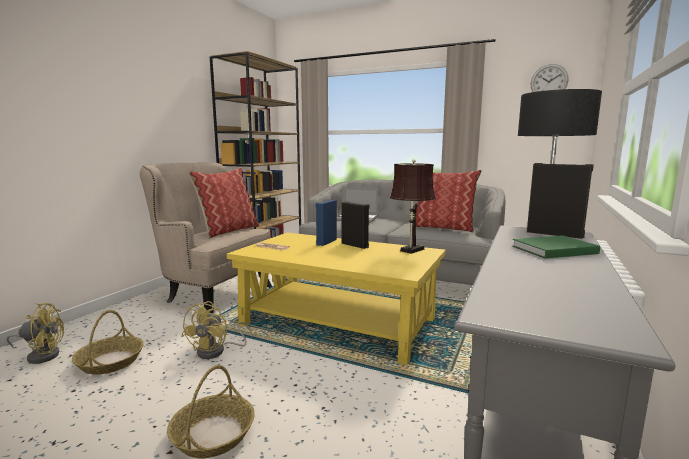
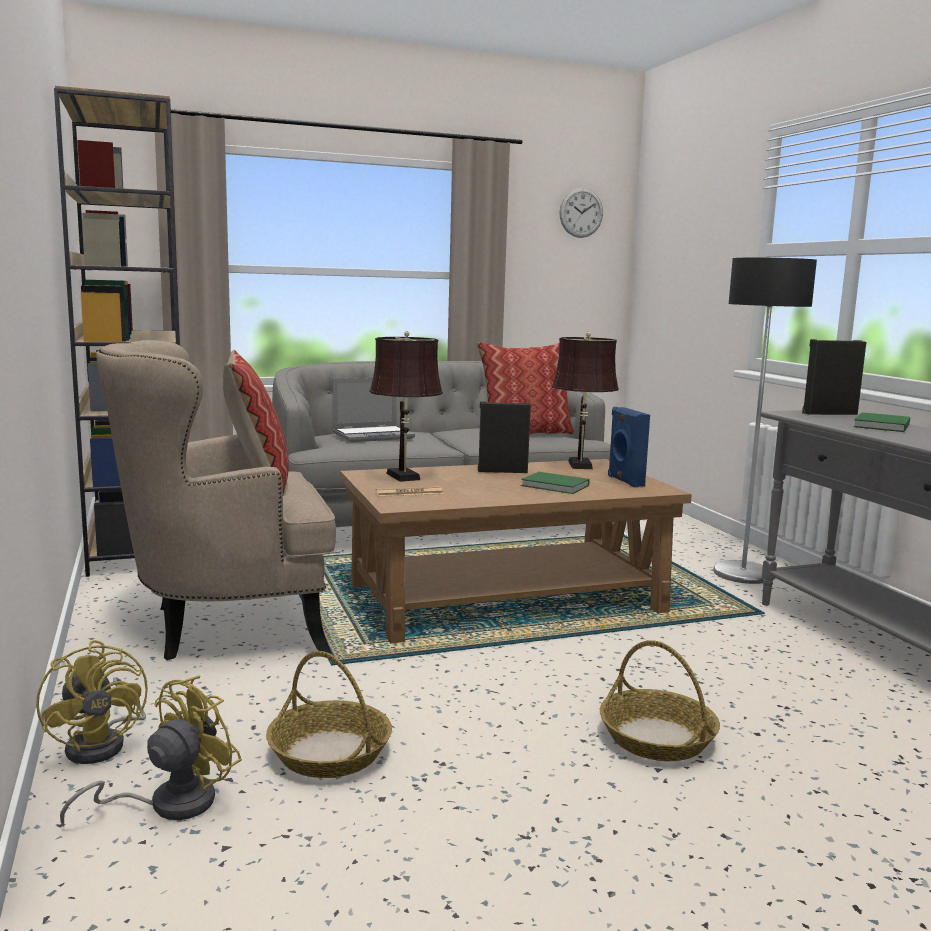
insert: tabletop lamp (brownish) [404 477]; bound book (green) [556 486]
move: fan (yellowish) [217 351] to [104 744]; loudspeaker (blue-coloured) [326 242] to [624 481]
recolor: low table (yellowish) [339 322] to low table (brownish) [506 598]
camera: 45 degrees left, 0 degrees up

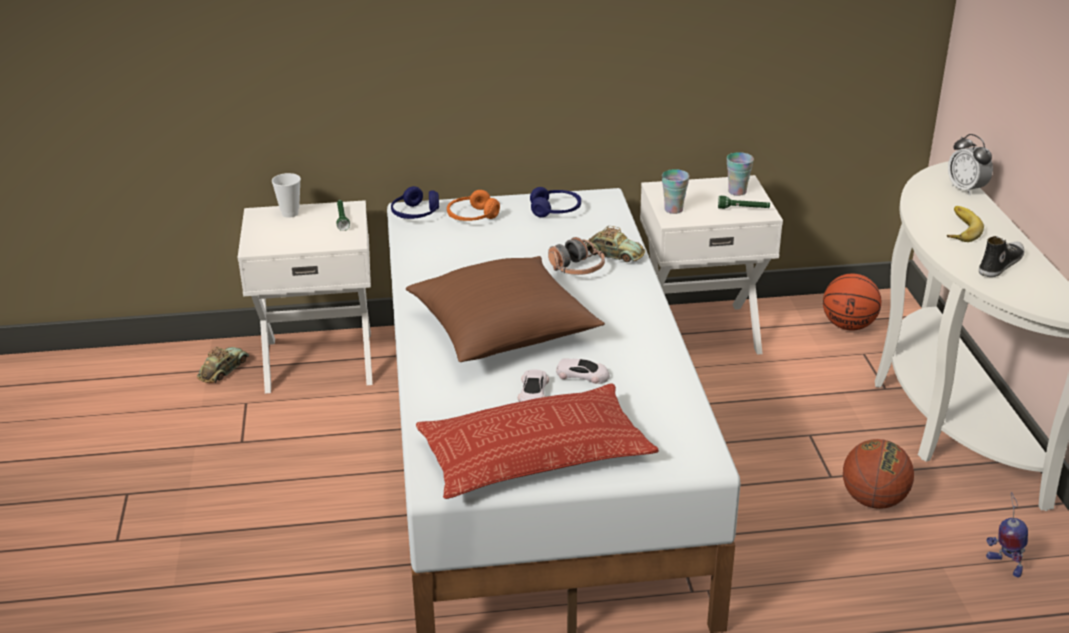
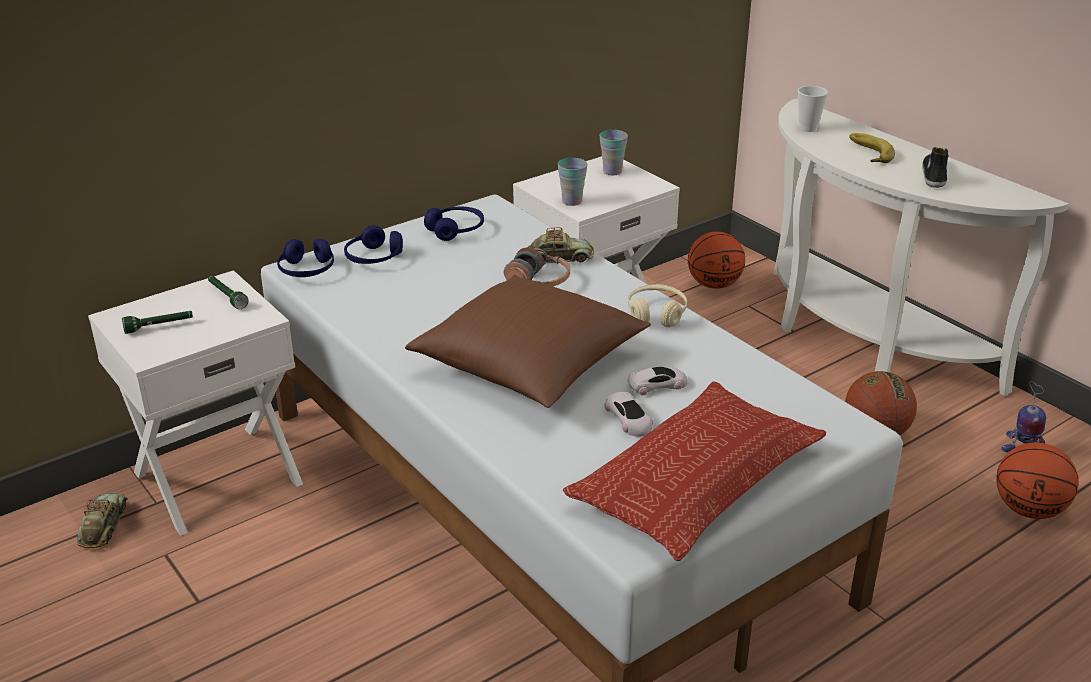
delete: alarm clock [966 189]
insert: pair of headphones (beige) [656 314]; basketball ball [1028 509]
move: drinking cup [290 213] to [808 128]; flashlight (green) [743 209] to [159 327]
recolor: pair of headphones (orange) [472 217] to pair of headphones (blue-coloured) [374 258]
camera: 30 degrees left, 0 degrees up

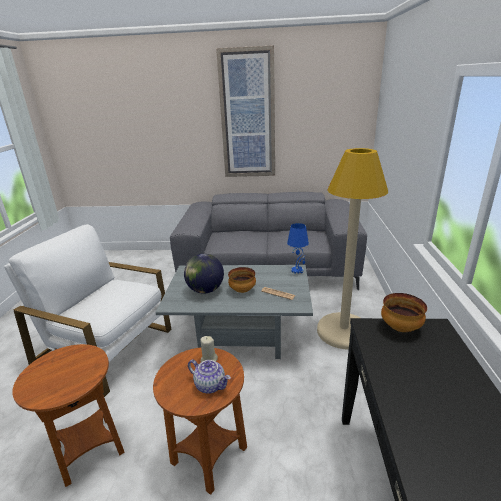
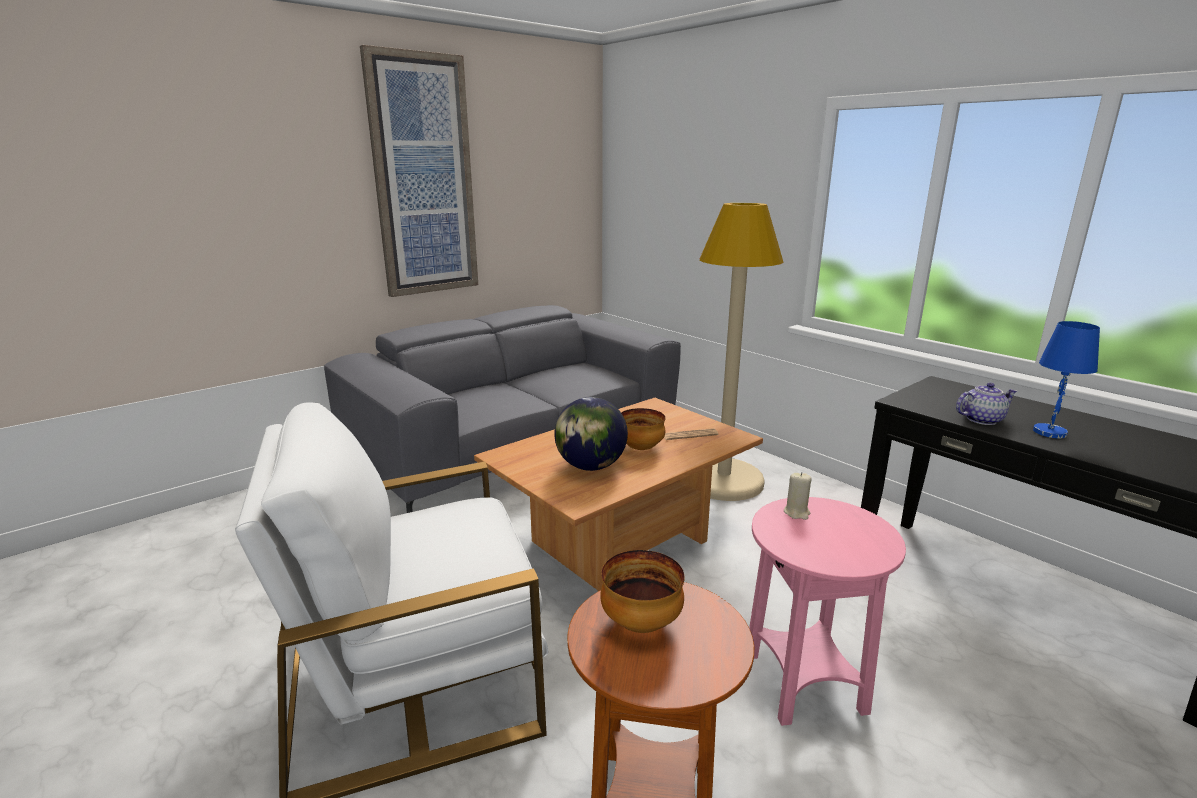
move: teapot [210 385] to [981 419]; tabletop lamp (blue-coloured) [297 270] to [1049 432]; bowl [400 328] to [641 624]
recolor: accent table (brownish) [209 456] to accent table (pink) [804 684]; low table (greyish) [241 338] to low table (brownish) [621 544]
camera: 45 degrees left, 5 degrees down

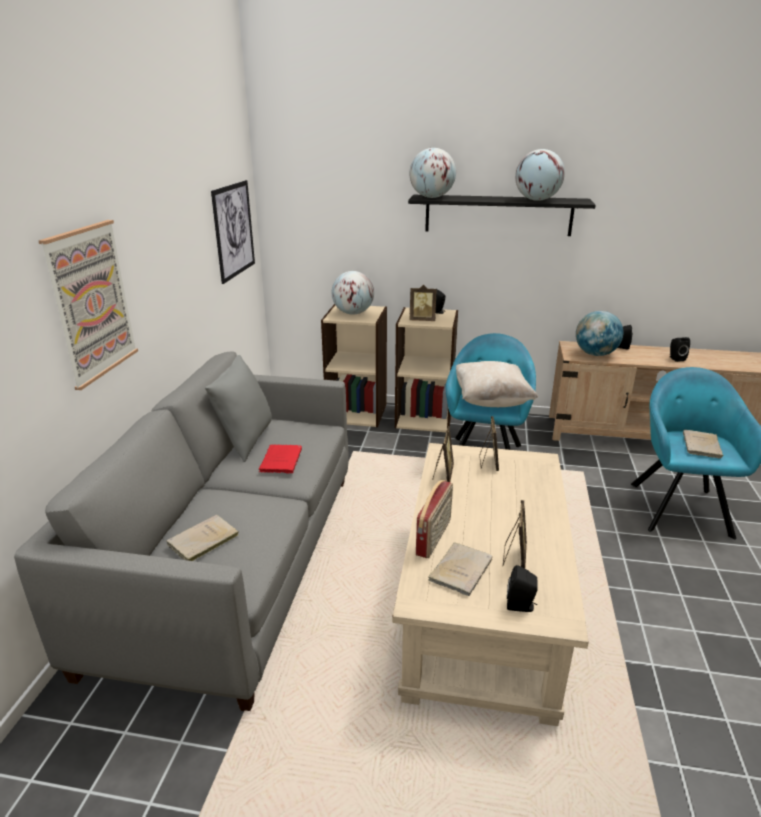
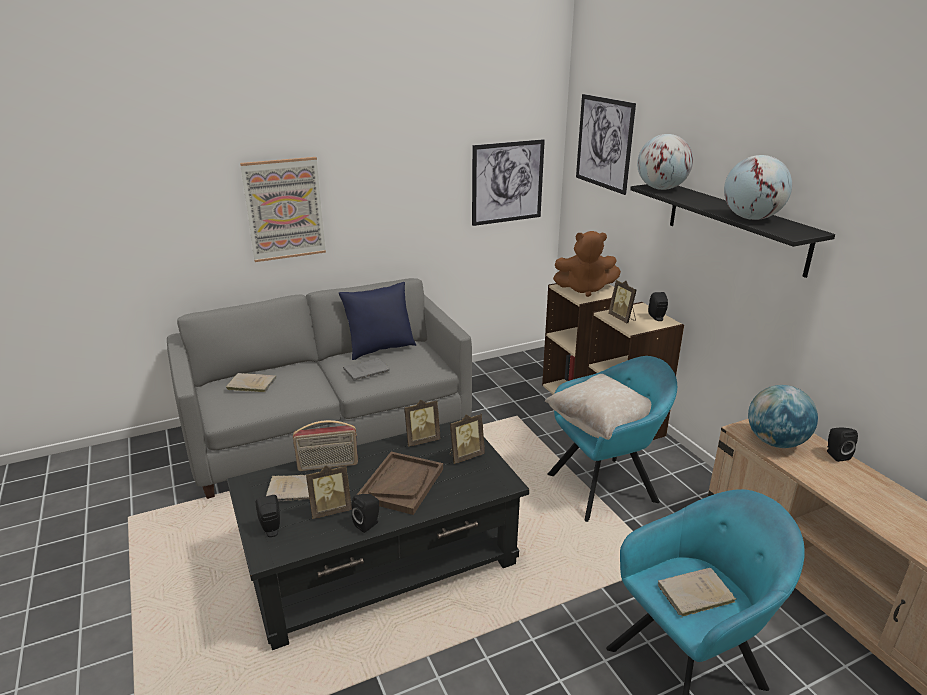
insert: serving tray (brownish) [401 484]; wall art [604 143]
move: loudspeaker (black) [675 358] to [368 524]
replace: world globe [353 313] to cuddly toy (brownish) [585 289]
recolor: throw pillow (greyish) [245 440] to throw pillow (blue-coloured) [380 349]; bound book (red-coloured) [281 460] to bound book (greyish) [367 370]; low table (beige) [482 603] to low table (black) [382 561]
camera: 55 degrees right, 0 degrees up

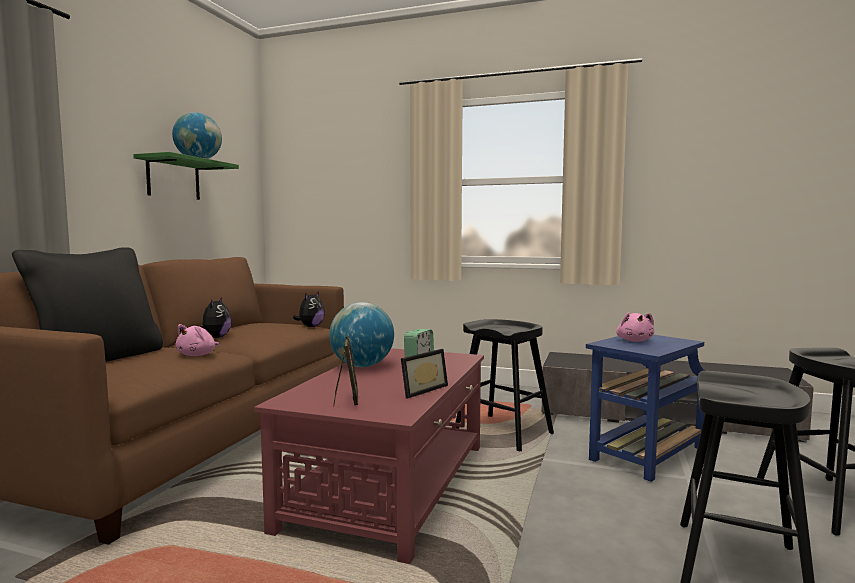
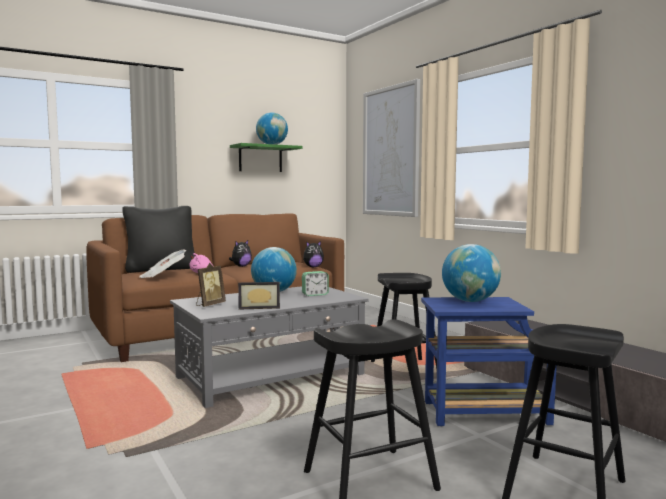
insert: printed paper [163 276]; wall art [390 151]
replace: cuddly toy (pink) [634 340] to world globe [470 301]
recolor: low table (red-coloured) [391 484] to low table (greyish) [271 376]
camera: 40 degrees right, 0 degrees up

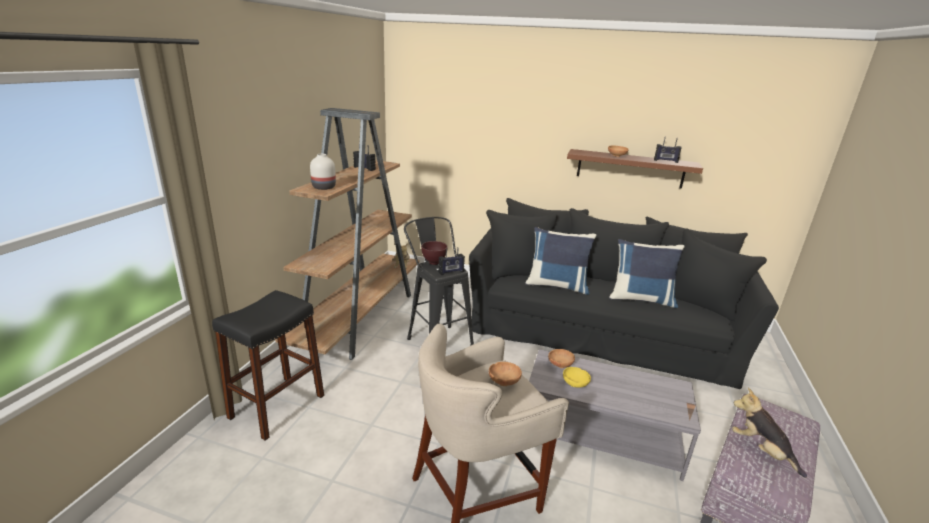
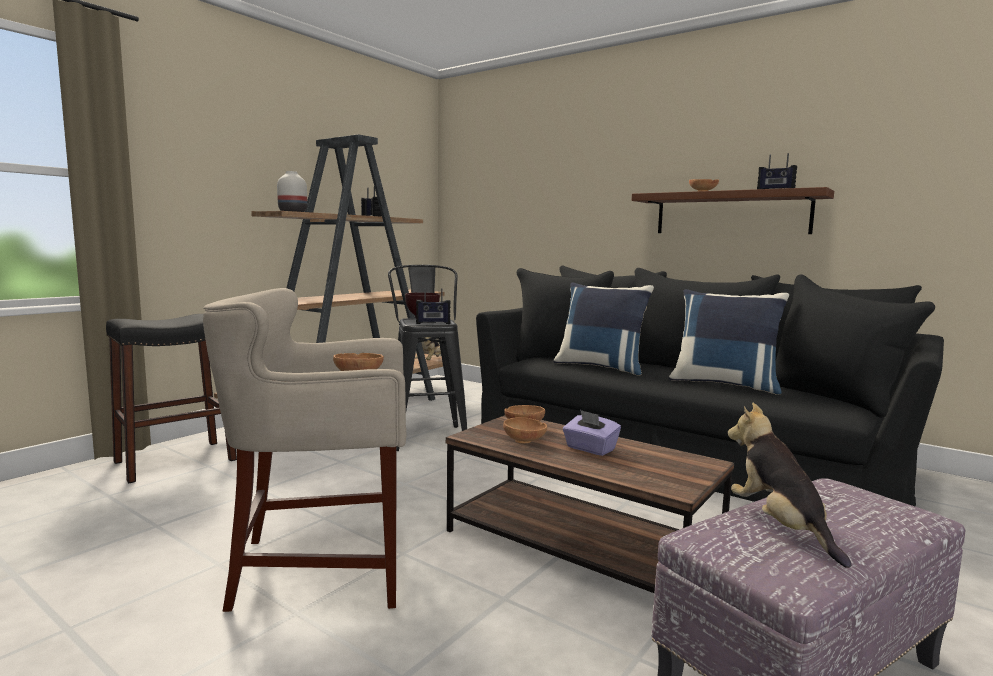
insert: tissue box (purple) [590 449]
recolor: low table (greyish) [601 433] to low table (brownish) [580 547]; bowl (yellowish) [575 384] to bowl (brownish) [525 442]
camera: 20 degrees right, 15 degrees down

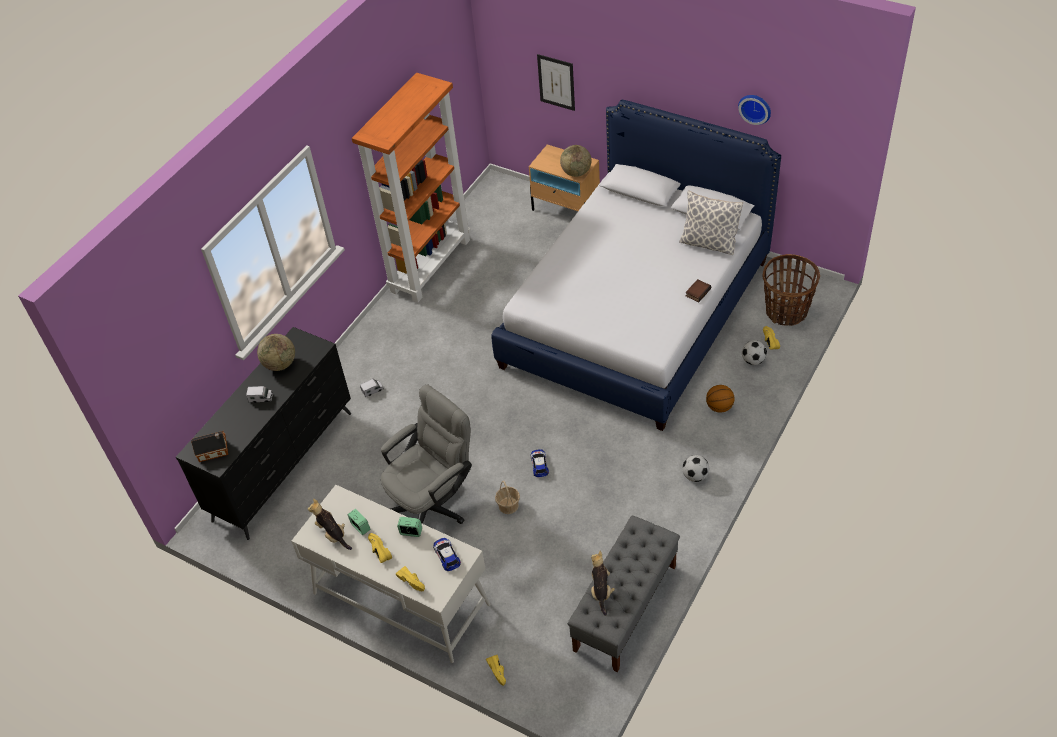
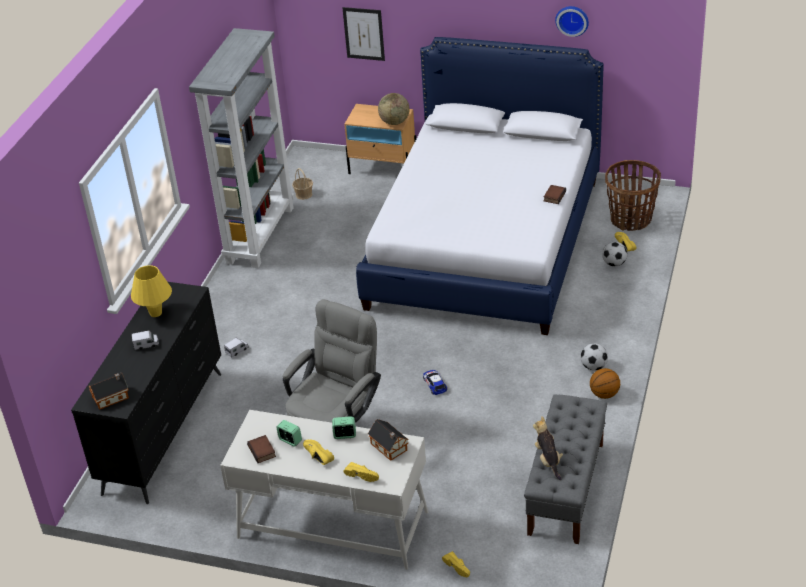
delete: throw pillow [709 243]
move: household basket [508 505] to [304 194]; basketball ball [719 407] to [604 394]
replace: world globe [280 364] to tabletop lamp (yellowish) [156 313]; cuddly toy [333 534] to bound book [263 451]; miniature car [447 556] to miniature house [389 448]
recolor: bookcase (orange) [430 265] to bookcase (greyish) [259 234]
camera: 15 degrees left, 10 degrees down

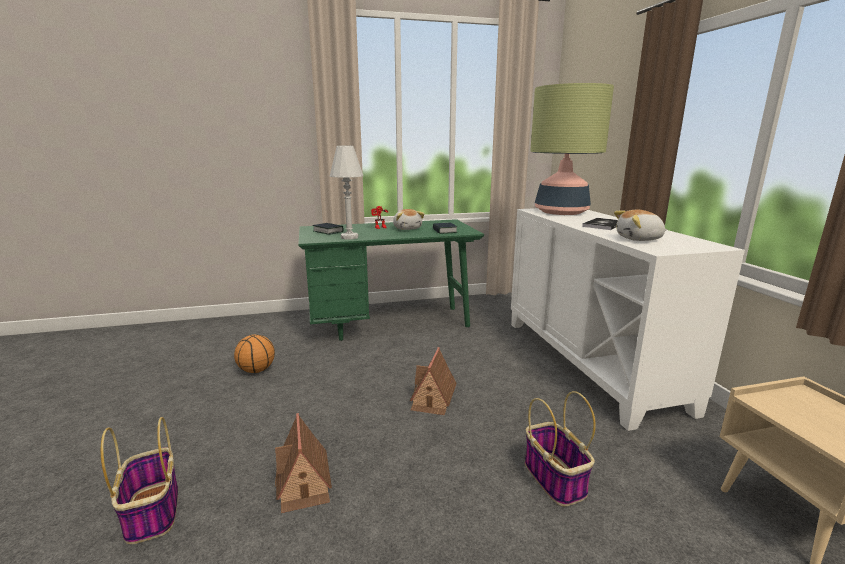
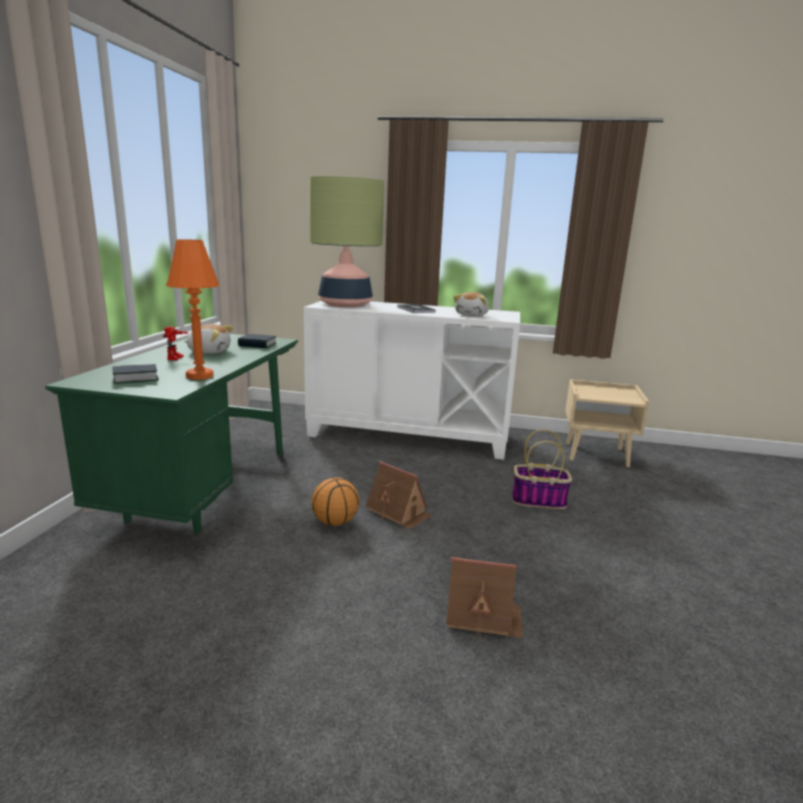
delete: household basket [152 511]
move: basketball ball [256 370] to [335 522]
recolor: tabletop lamp (white) [349 237] to tabletop lamp (orange) [199 376]
camera: 65 degrees left, 0 degrees up

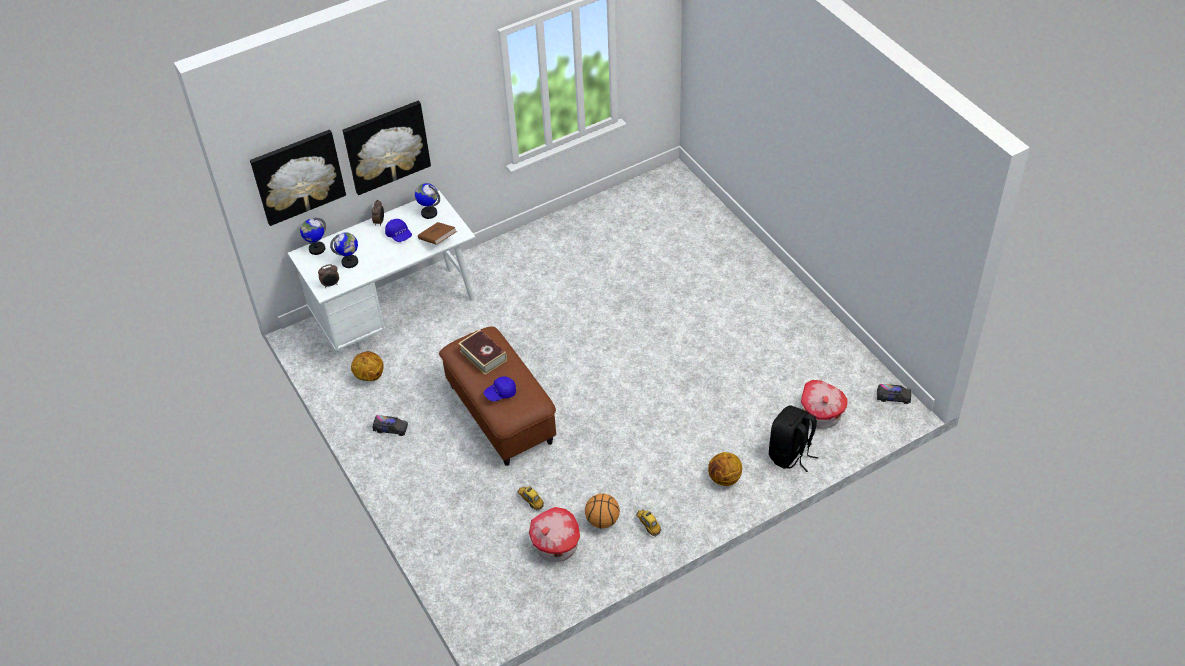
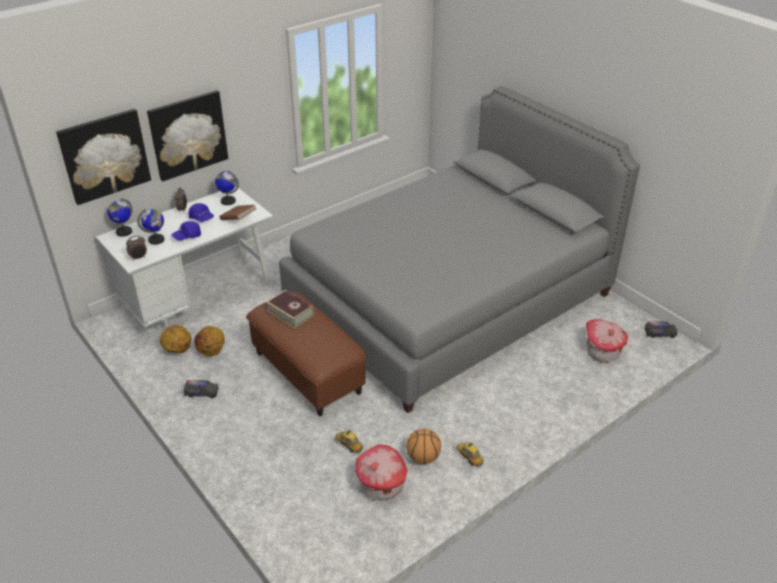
delete: rucksack (black) [790 454]
insert: sleeping bed (greyish) [448 299]
move: cap (blue-coloured) [500 393] to [187 236]; basketball ball [724 479] to [211 352]
camera: 10 degrees left, 10 degrees down

